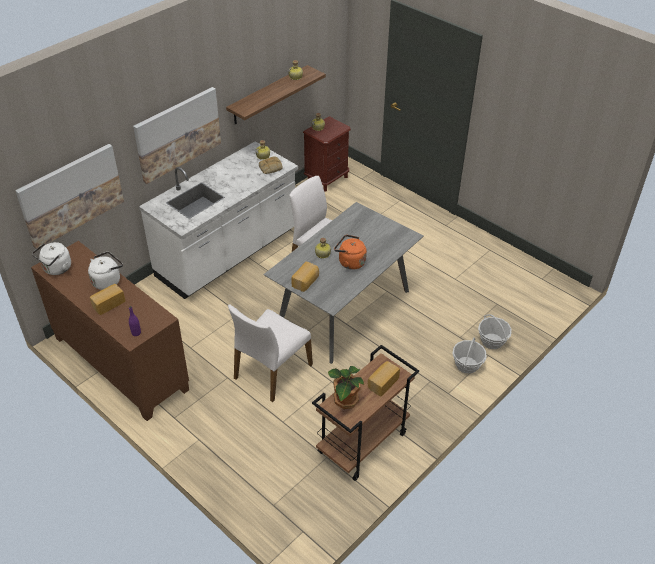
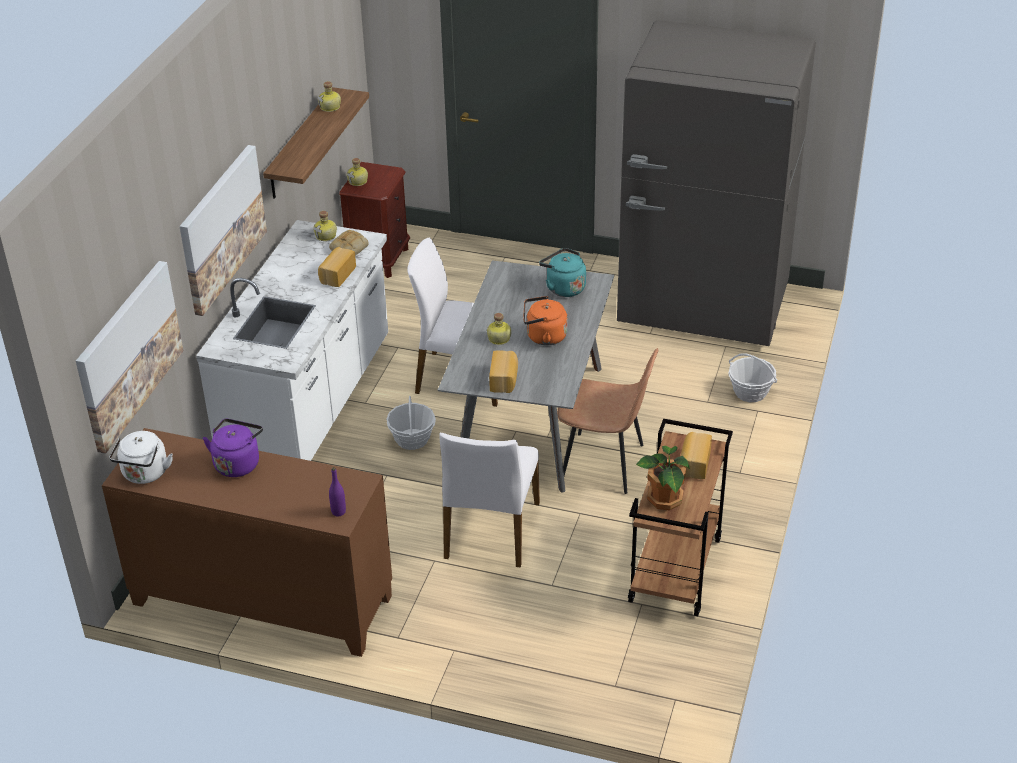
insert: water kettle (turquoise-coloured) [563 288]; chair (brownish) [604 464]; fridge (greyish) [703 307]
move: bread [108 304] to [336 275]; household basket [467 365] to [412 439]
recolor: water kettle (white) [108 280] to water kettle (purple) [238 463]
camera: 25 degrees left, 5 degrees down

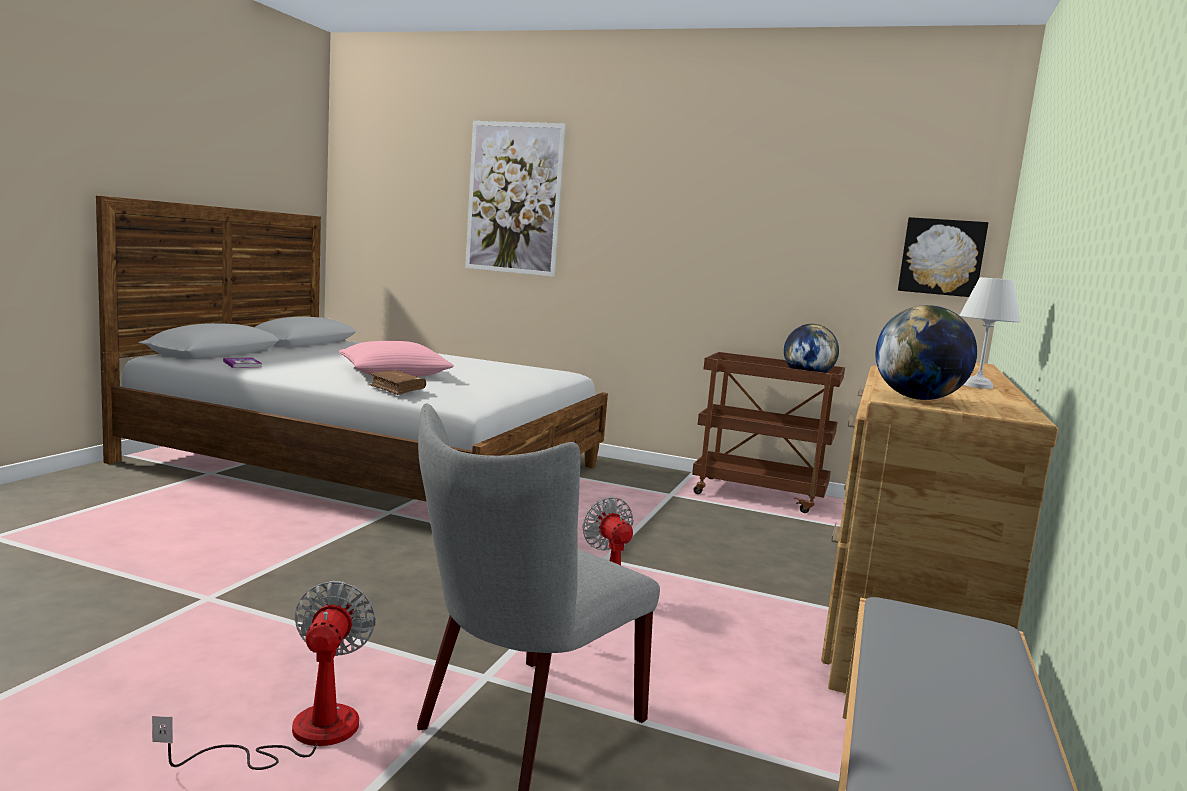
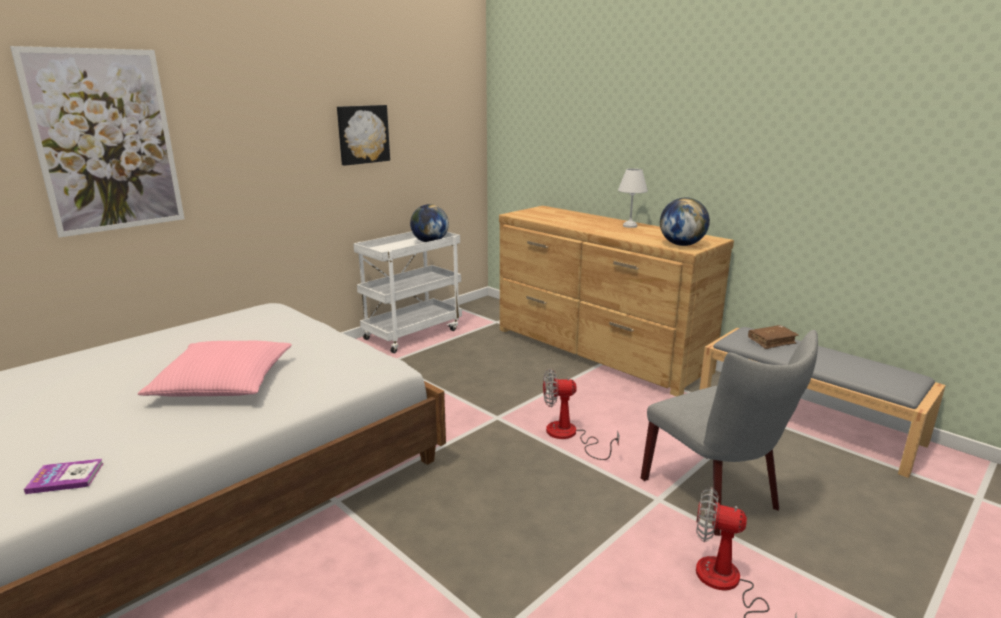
move: bound book (brownish) [397 389] to [771 341]; wall art [941 257] to [362 134]
recolor: cart (brownish) [760 495] to cart (white) [413 333]
camera: 65 degrees left, 10 degrees up

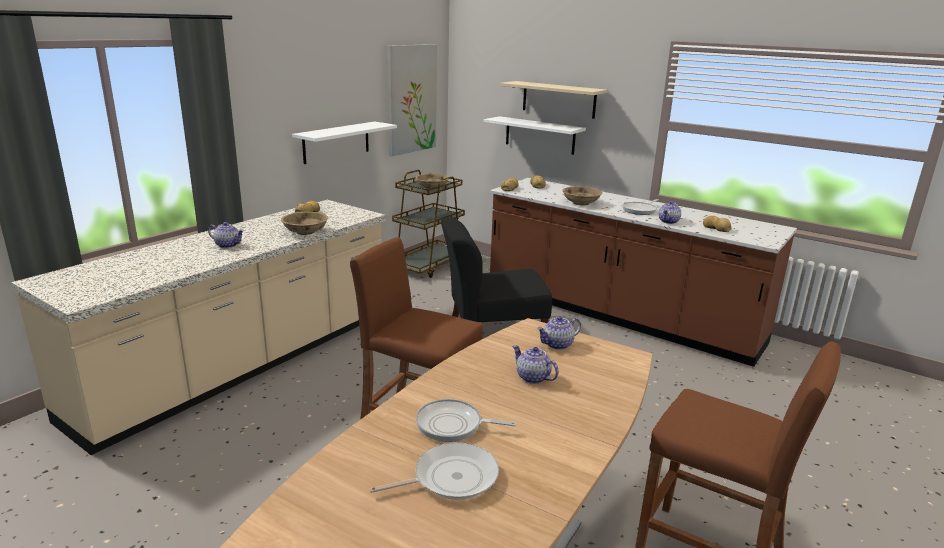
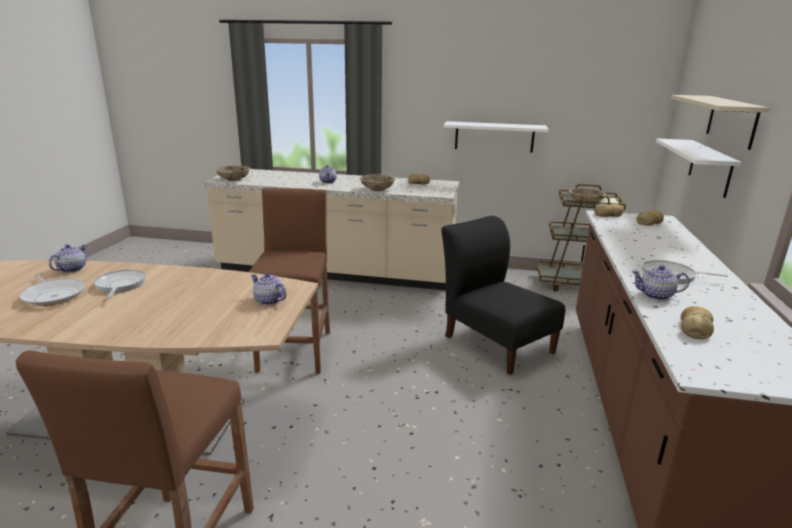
delete: wall art [411 99]
move: teapot [532 377] to [72 269]; bowl (beige) [580 203] to [233 179]
camera: 65 degrees right, 0 degrees up

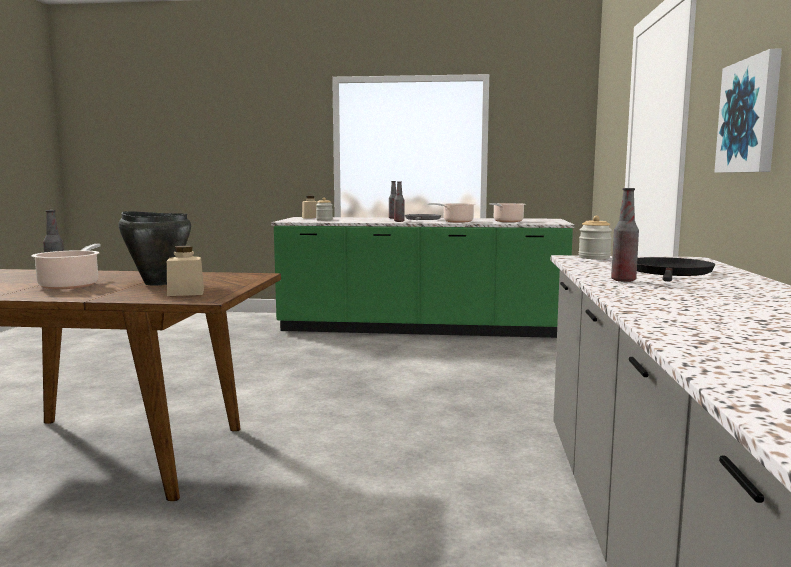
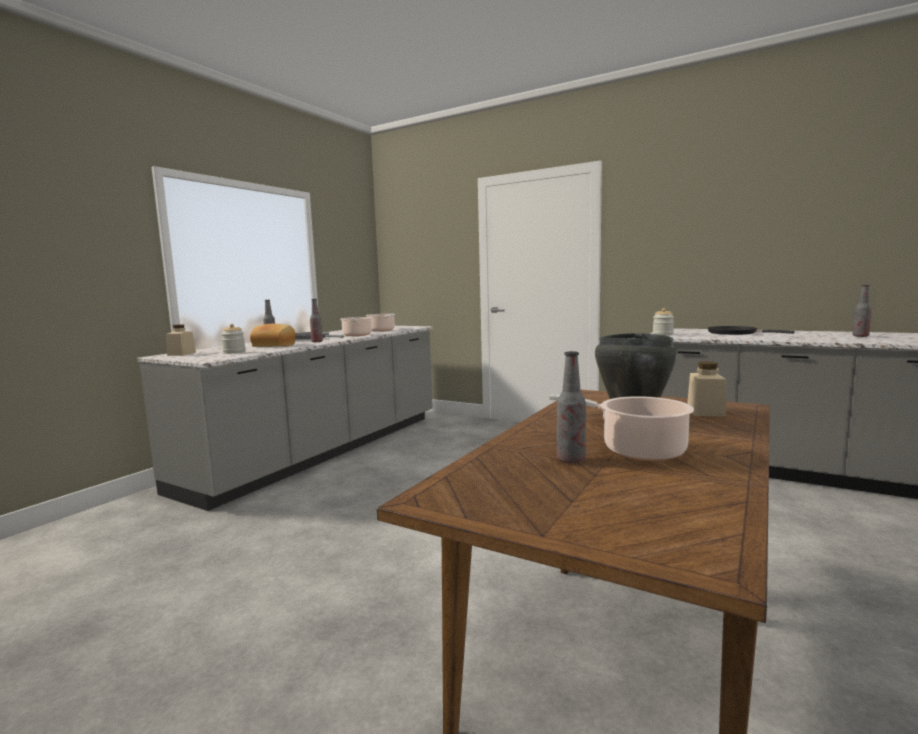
delete: wall art [750 116]
insert: bread [274 345]
move: bottle [623 280] to [860 336]
recolor: counter (green) [421 328] to counter (greyish) [323 450]
camera: 65 degrees left, 0 degrees up

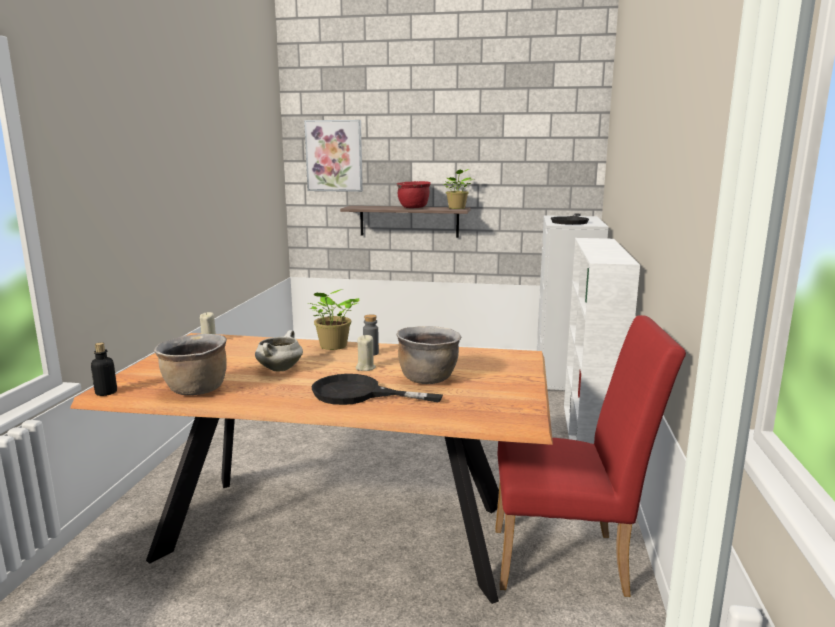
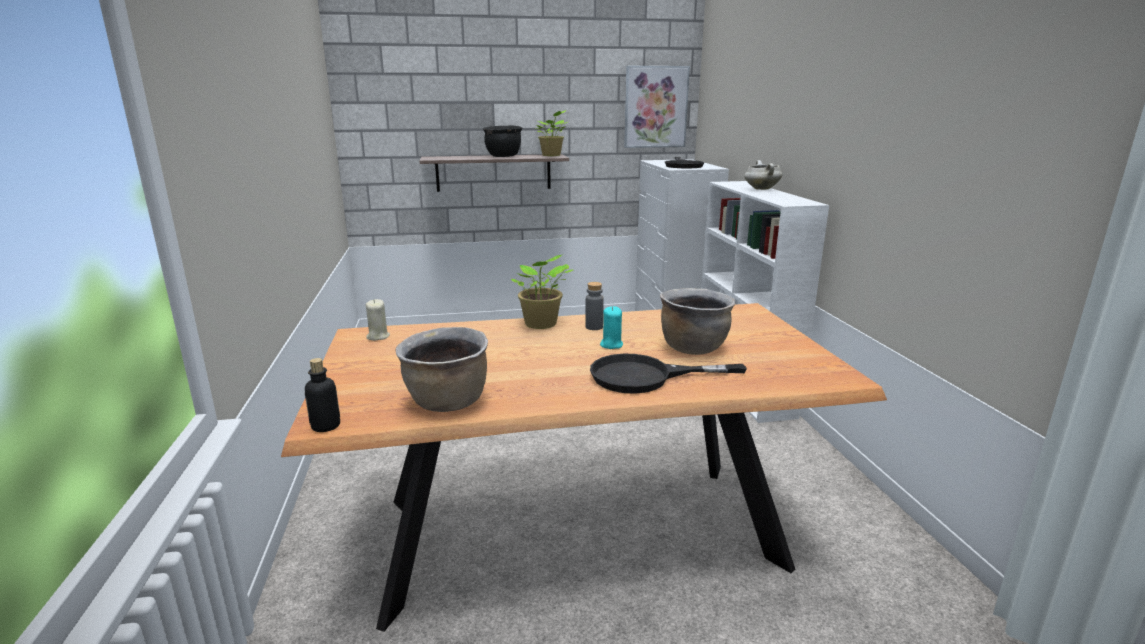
delete: chair (red-coloured) [570 561]
move: cooking pot (white) [280 369] to [761 189]; wall art [334 156] to [655 107]
recolor: wax candle (beige) [365 368] to wax candle (turquoise-coloured) [611 345]; cooking pot (red-coloured) [413 208] to cooking pot (black) [503 156]
camera: 20 degrees left, 5 degrees up

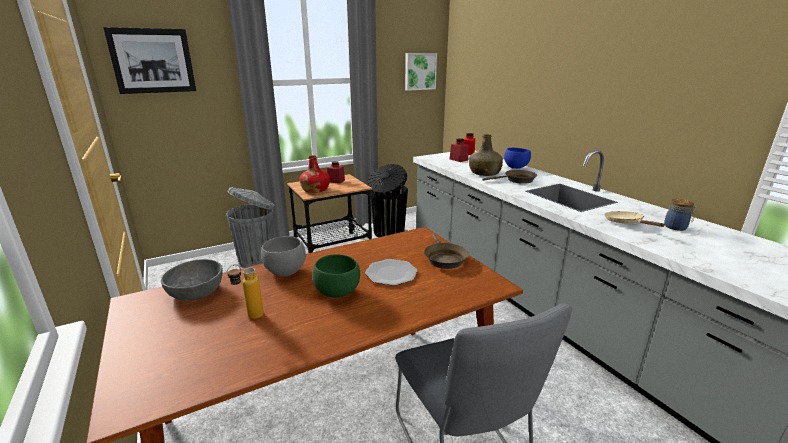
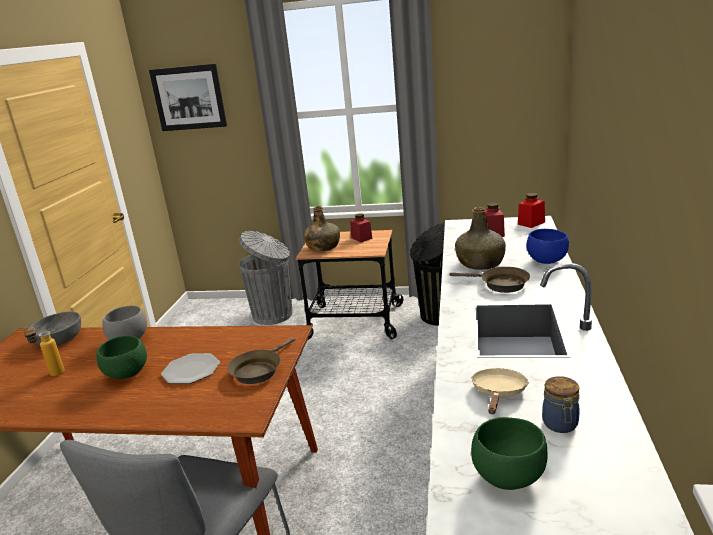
delete: wall art [420 71]
insert: bowl (green) [508 476]
recolor: bottle (red-coloured) [315 190] to bottle (green) [323 247]
camera: 40 degrees right, 0 degrees up

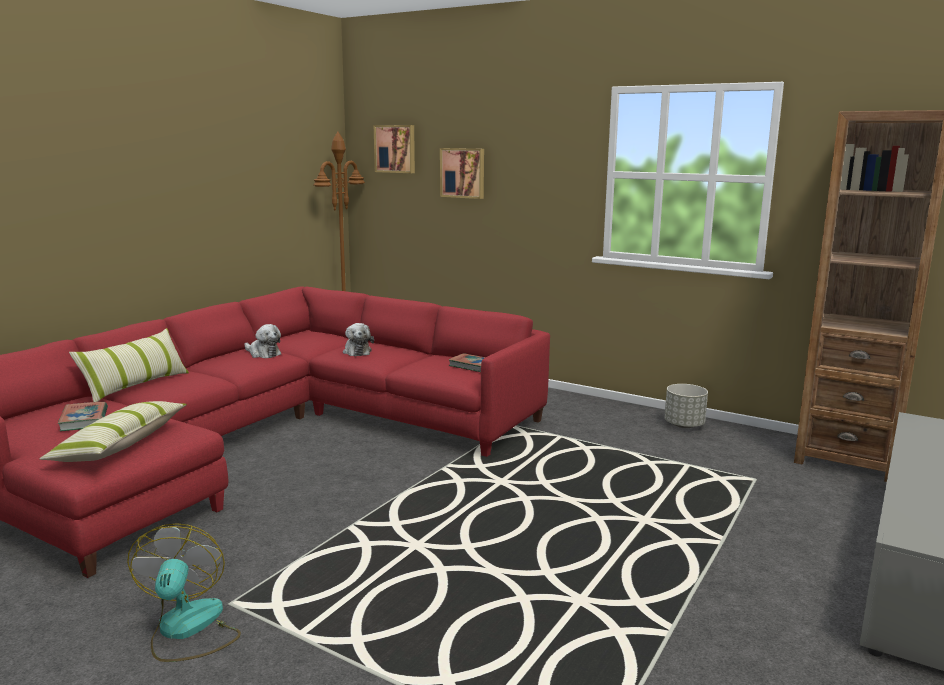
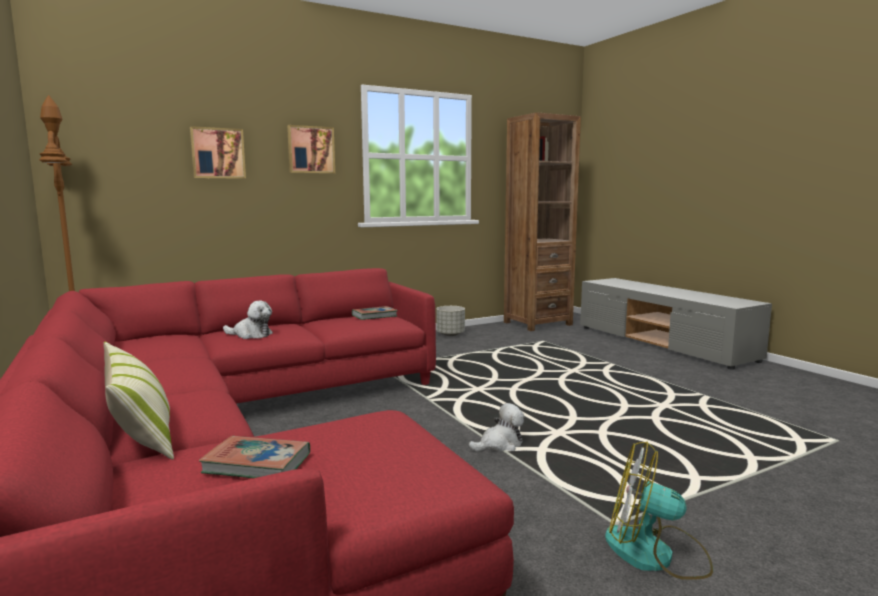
delete: throw pillow [120 445]
move: cuddly toy [263 354] to [500 445]; wall art [395 149] to [311 150]
camera: 60 degrees left, 5 degrees down

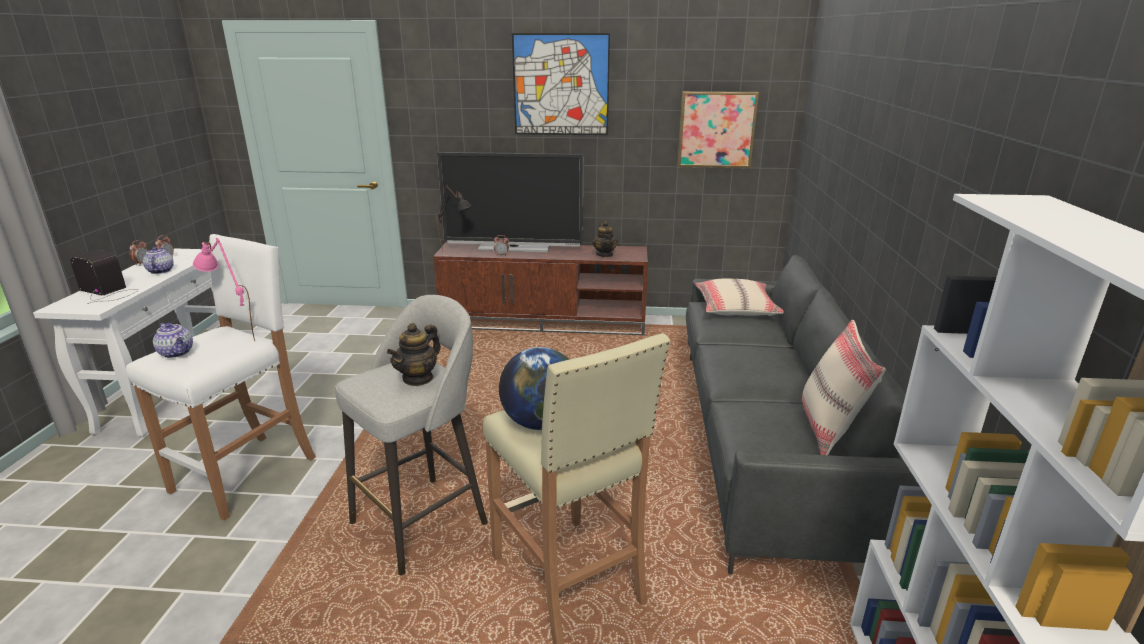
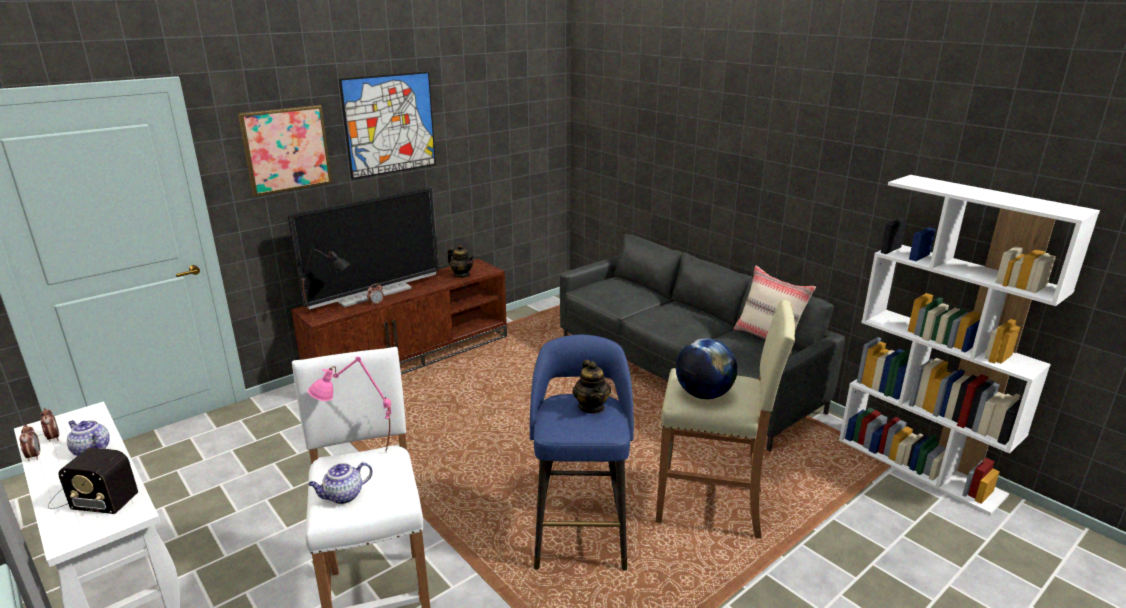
delete: throw pillow (beige) [736 308]
move: wall art [716 130] to [286 149]
recolor: sitting stool (greyish) [423 521] to sitting stool (blue-coloured) [580 535]
rotate: radio [109 292] = [91 496] 150 degrees counterclockwise; teapot [177 353] = [343 496] 150 degrees clockwise
camera: 45 degrees left, 0 degrees up

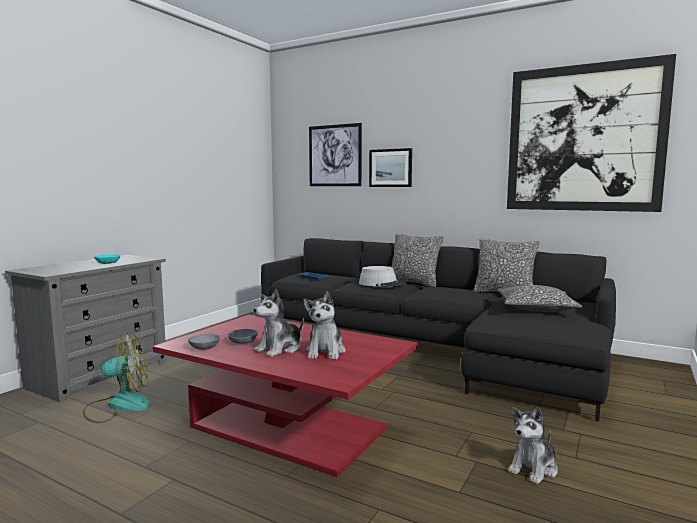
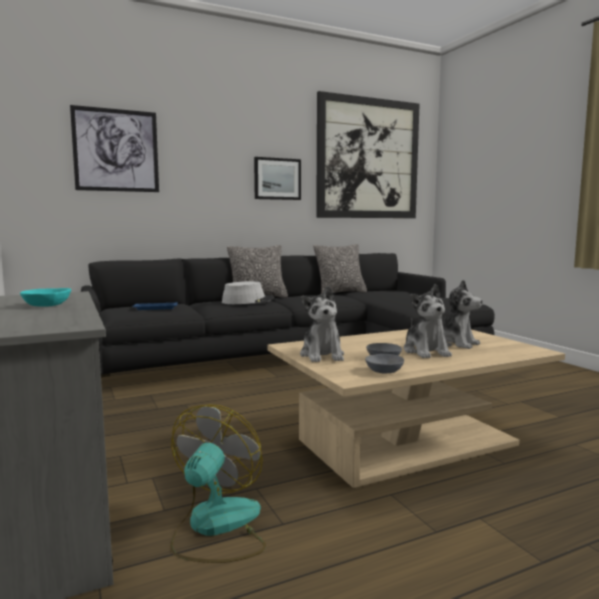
delete: throw pillow [536 308]
move: wall art [390 168] to [277 179]; cuddly toy [533 468] to [322 355]
recolor: low table (red-coloured) [288 428] to low table (beige) [407 442]
camera: 55 degrees left, 0 degrees up

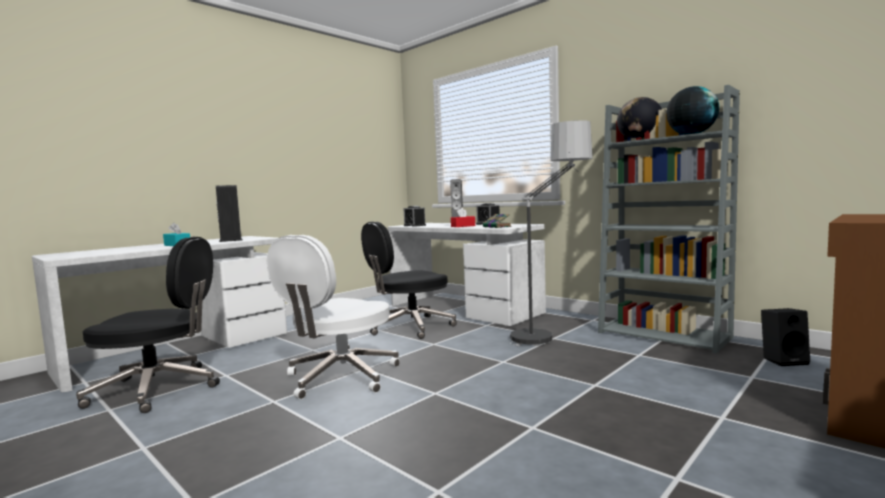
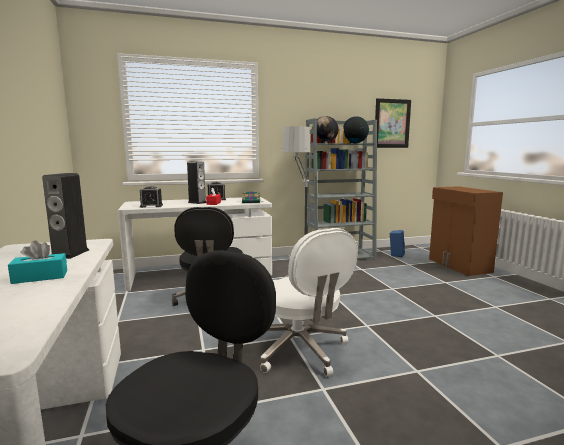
insert: wall art [392 123]
recolor: loudspeaker (black) [784 360] to loudspeaker (blue-coloured) [396 254]
camera: 60 degrees left, 5 degrees up

